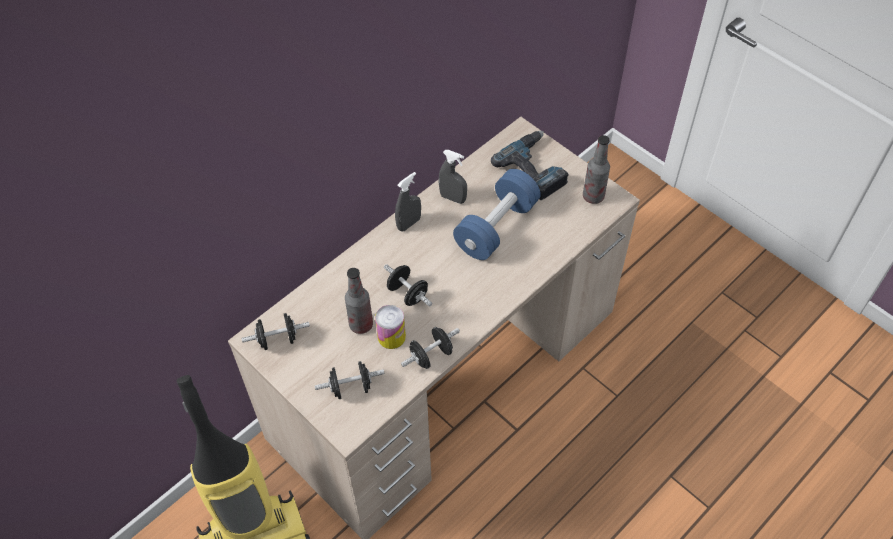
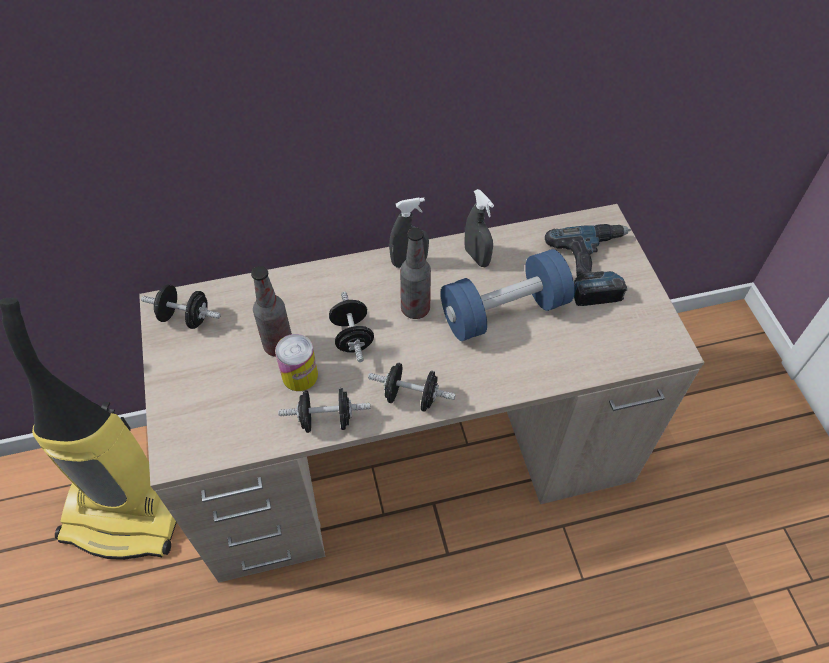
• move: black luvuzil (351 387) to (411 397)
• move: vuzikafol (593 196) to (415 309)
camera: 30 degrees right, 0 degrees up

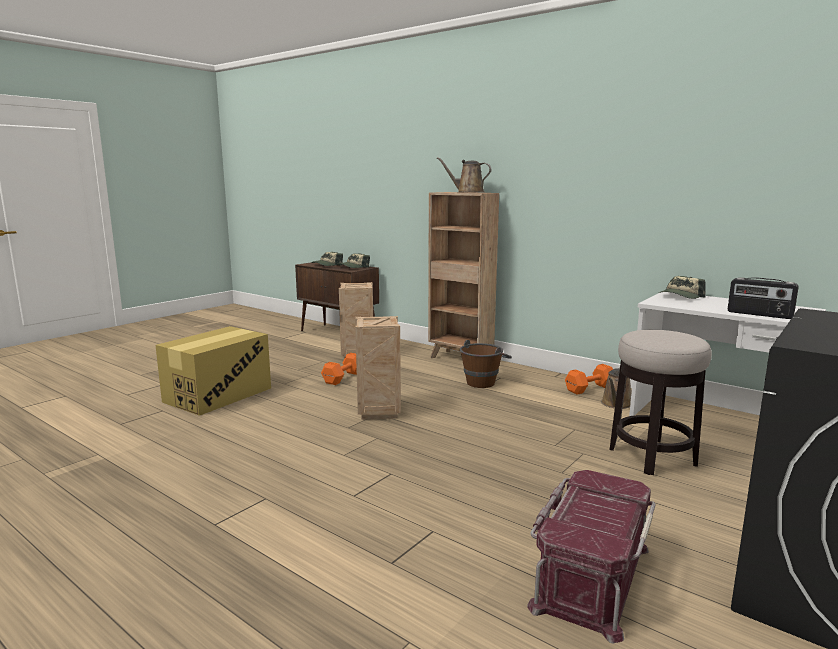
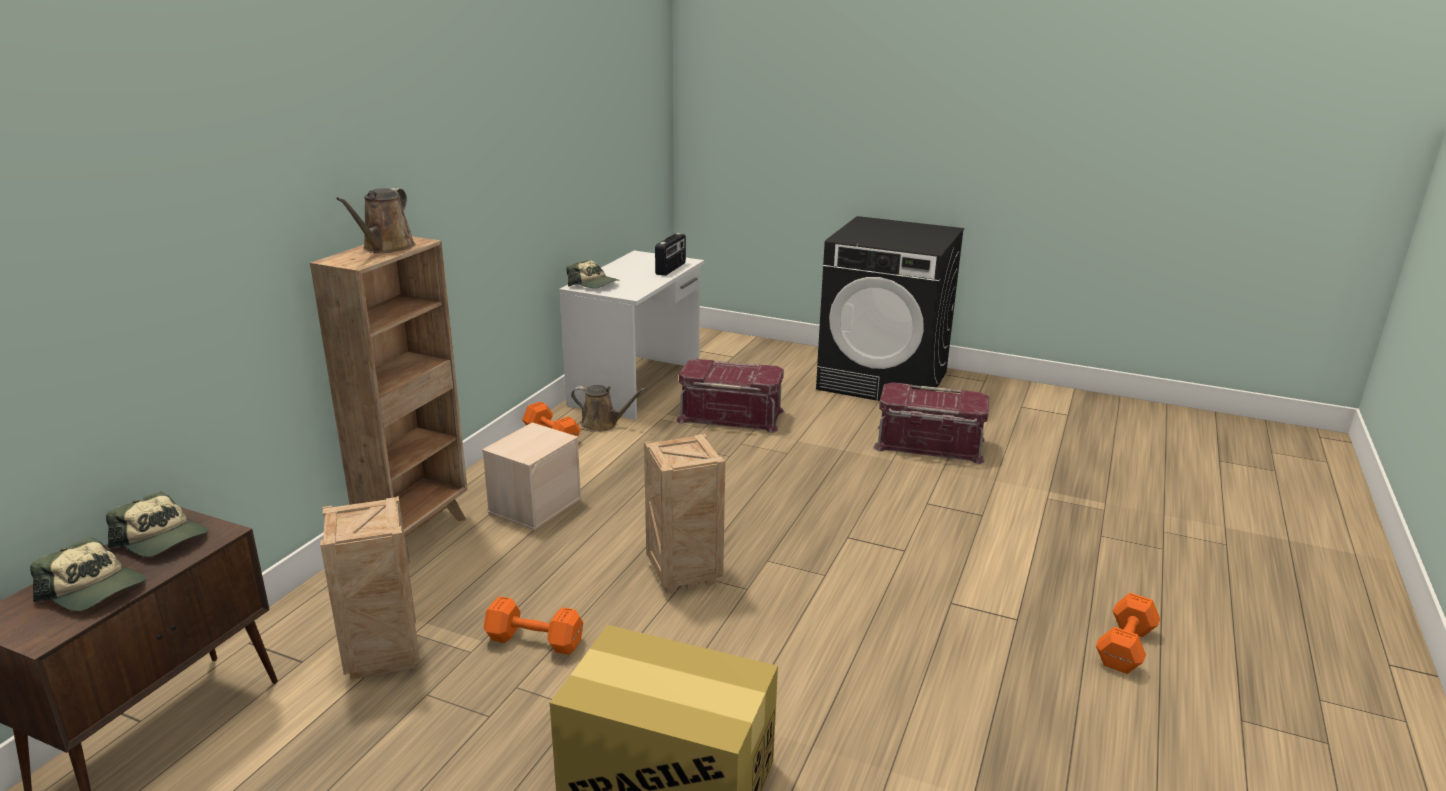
• insert: orange luvuzil (1126 646)
• replace: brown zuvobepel (484 381) to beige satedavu (535 505)
• replace: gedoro (652 457) to red satedavu (731 415)
camera: 105 degrees left, 10 degrees up

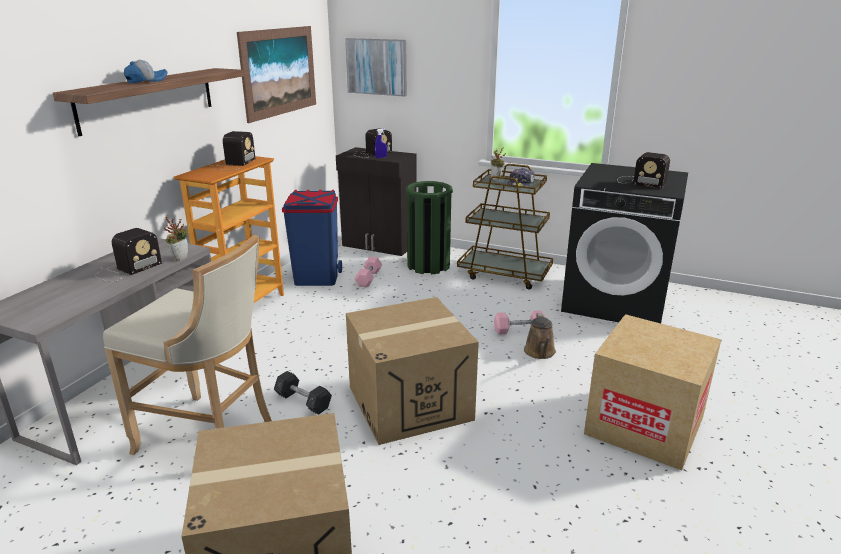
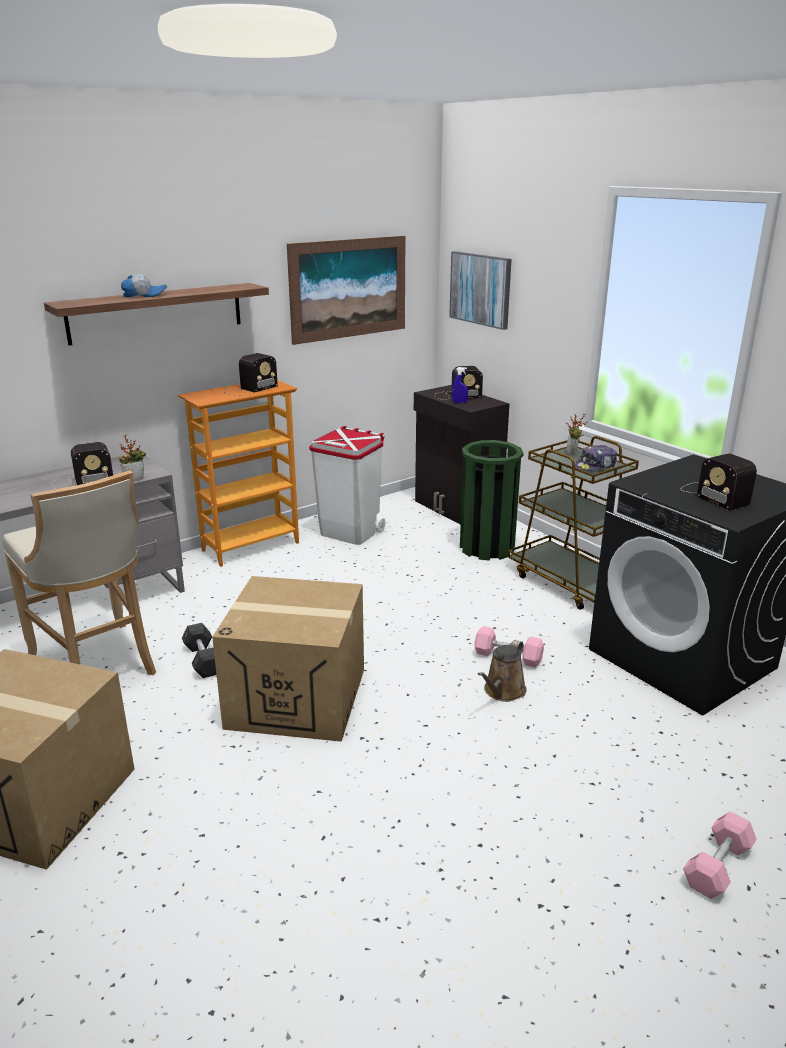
• delete: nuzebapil (644 425)
• move: pink luvuzil (369 278) to (717 866)
• recolor: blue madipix (316 278) to white madipix (350 532)
camera: 30 degrees right, 0 degrees up

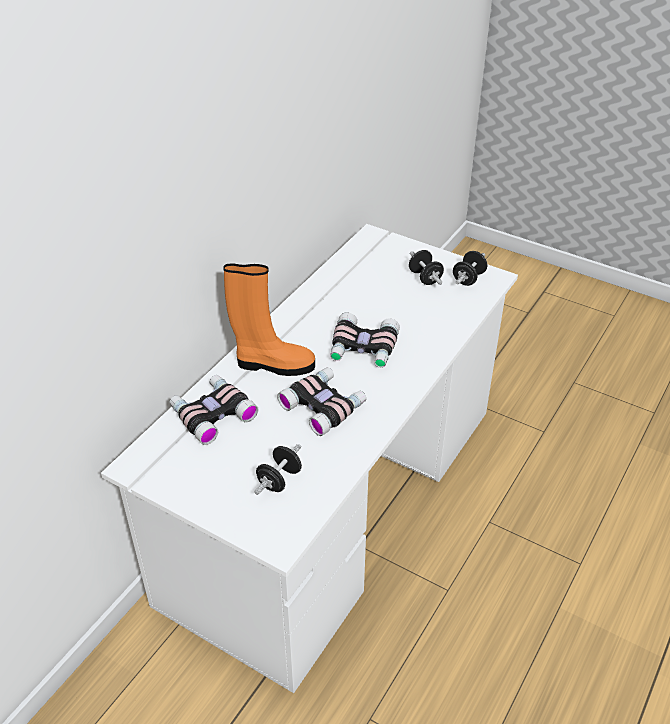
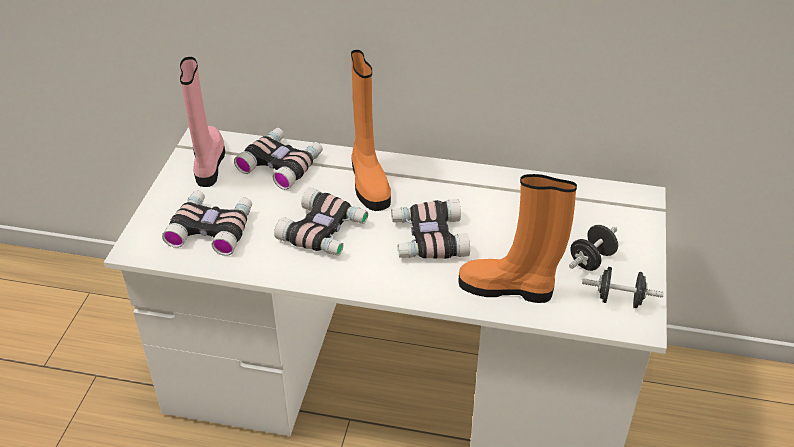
• insert: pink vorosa (208 163)
• insert: orange vorosa (508 288)
• replace: black luvuzil (279 480) to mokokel (212 228)
camera: 70 degrees right, 0 degrees up

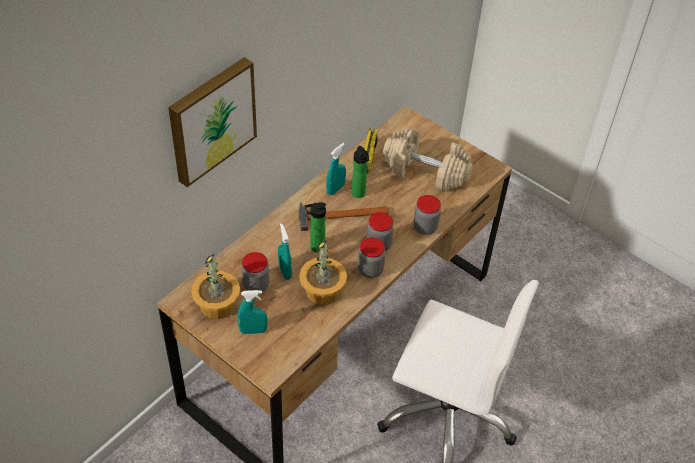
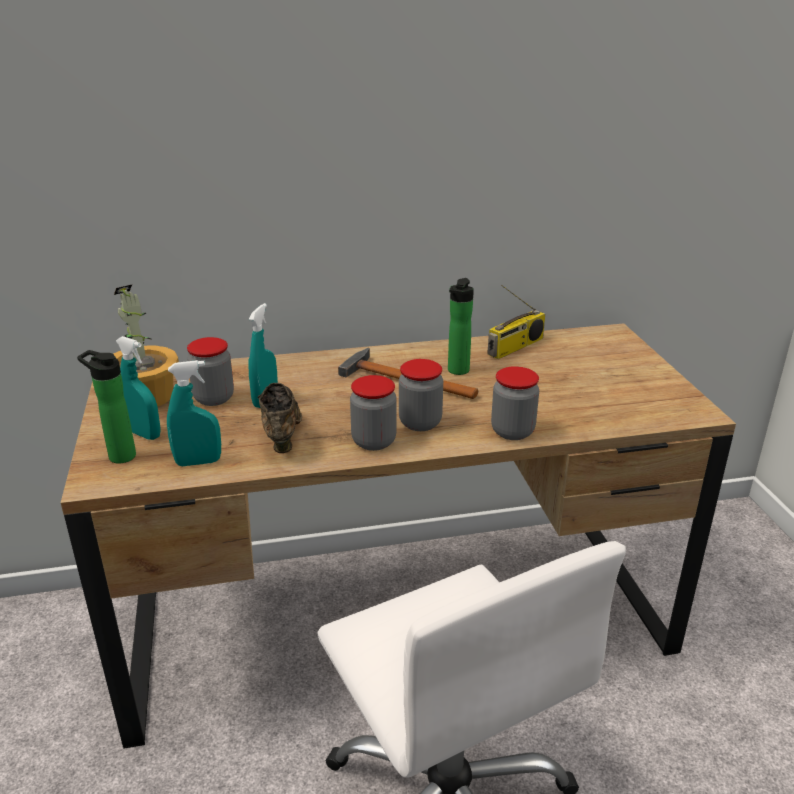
• delete: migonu (211 120)
• delete: beige luvuzil (425 172)
• move: vuzikafol (315 247) to (119 455)
• move: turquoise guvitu (335 189) to (198 462)
• replace: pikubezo (323 291) to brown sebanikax (282 435)
camera: 40 degrees right, 20 degrees down

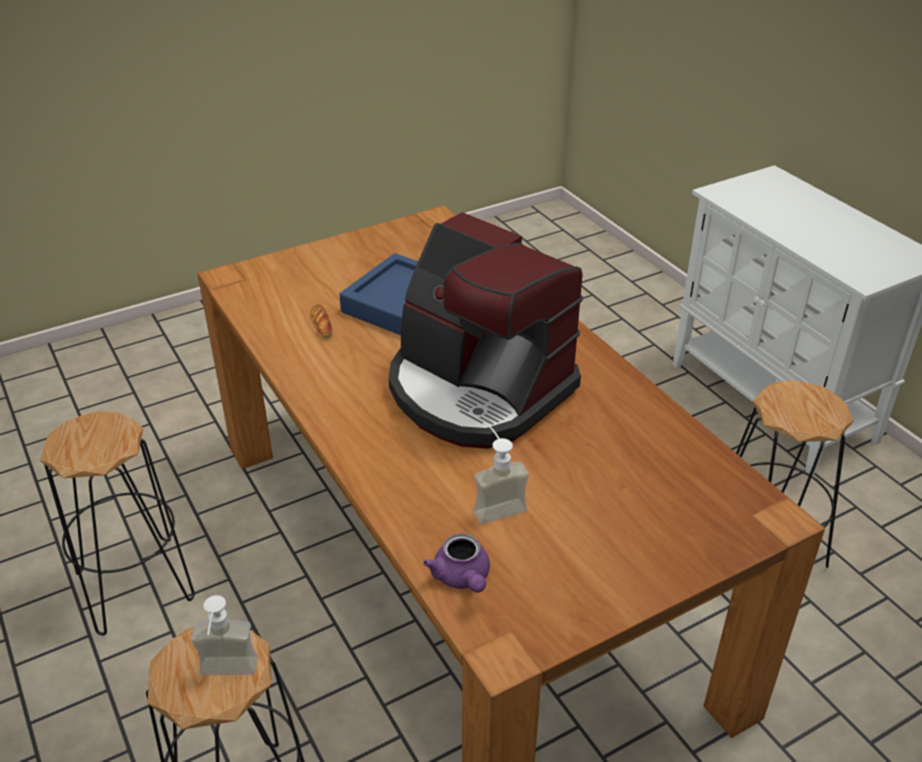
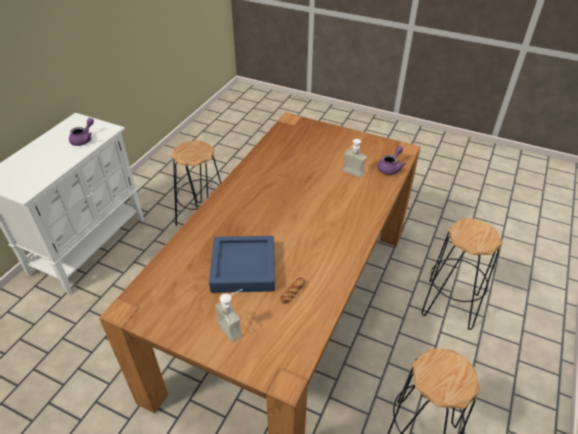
• delete: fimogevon (477 390)
• insert: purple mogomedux (84 139)
• move: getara (227 676) to (235 327)
camera: 125 degrees left, 5 degrees up

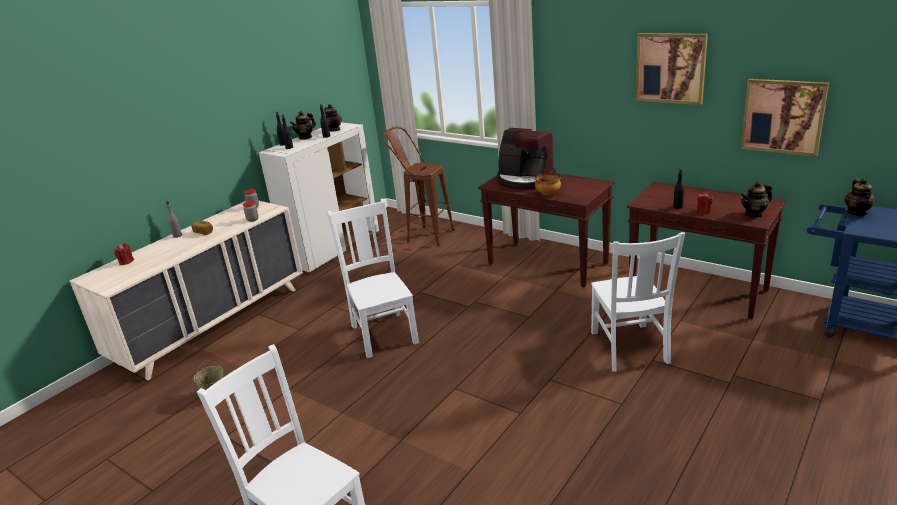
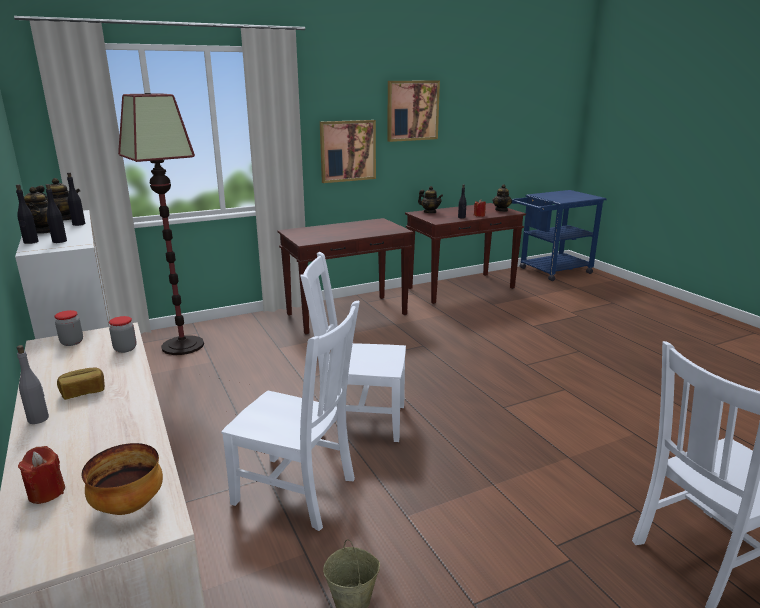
• delete: fimogevon (524 179)
• move: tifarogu (548 194) to (130 505)
• move: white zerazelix (630 349) to (298 492)
• move: migonu (783 116) to (347 151)
• move: mogomedux (857 212) to (430 212)
• replace: brown gedoro (424 235) to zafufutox (182 346)
camera: 65 degrees left, 5 degrees down

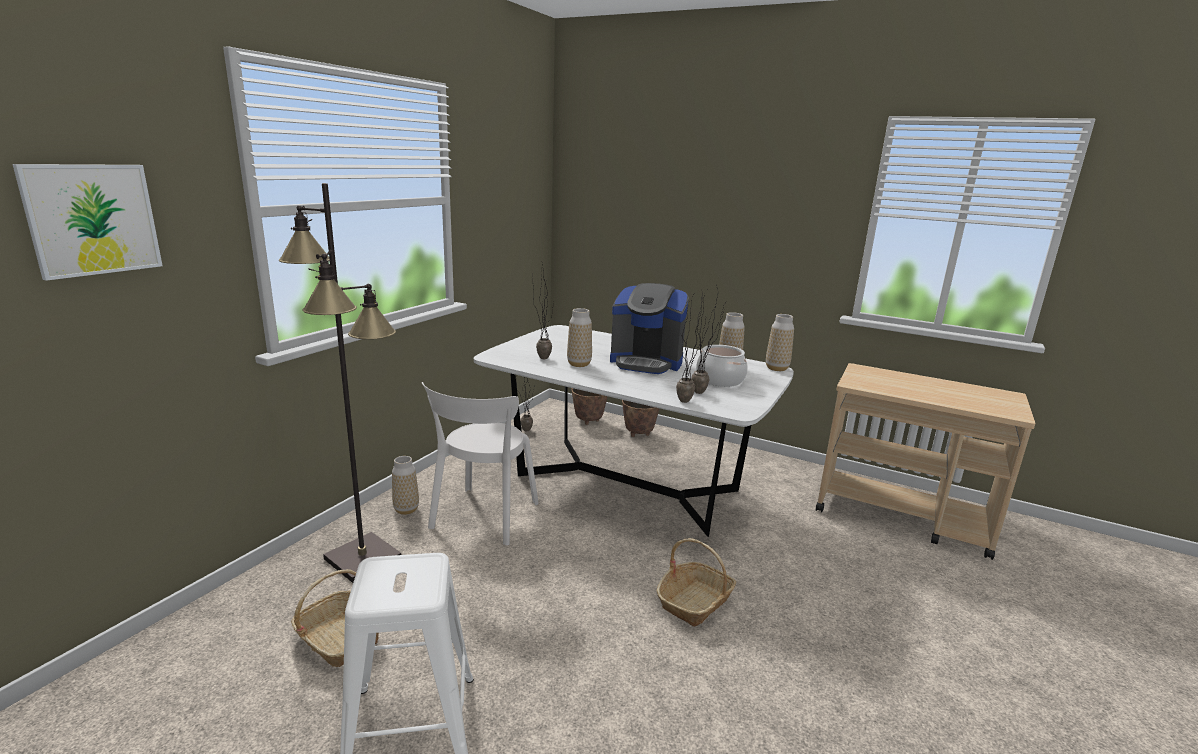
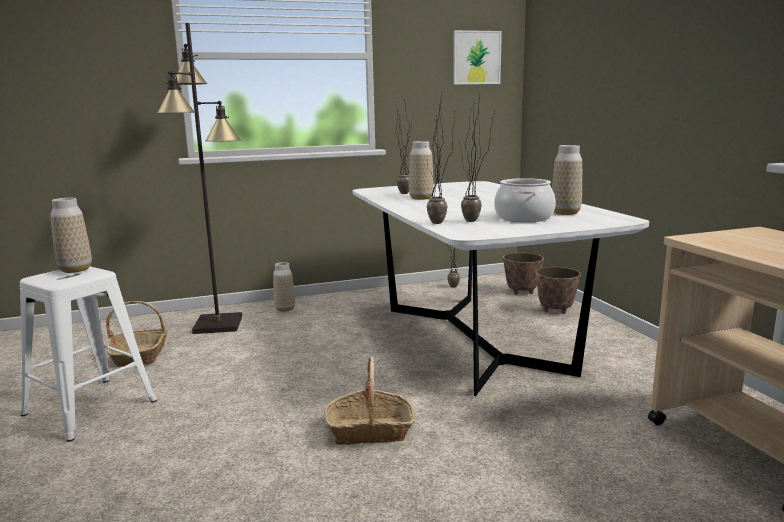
• delete: white zerazelix (483 517)
• delete: fimogevon (646 362)
• move: migonu (92 219) to (476 57)
• move: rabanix (776 368) to (75 270)
camera: 45 degrees right, 5 degrees down

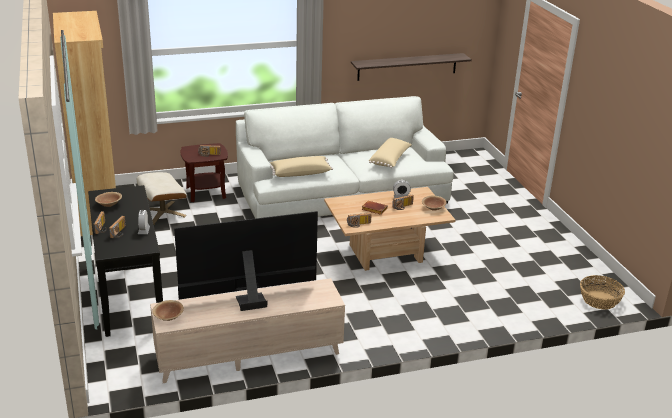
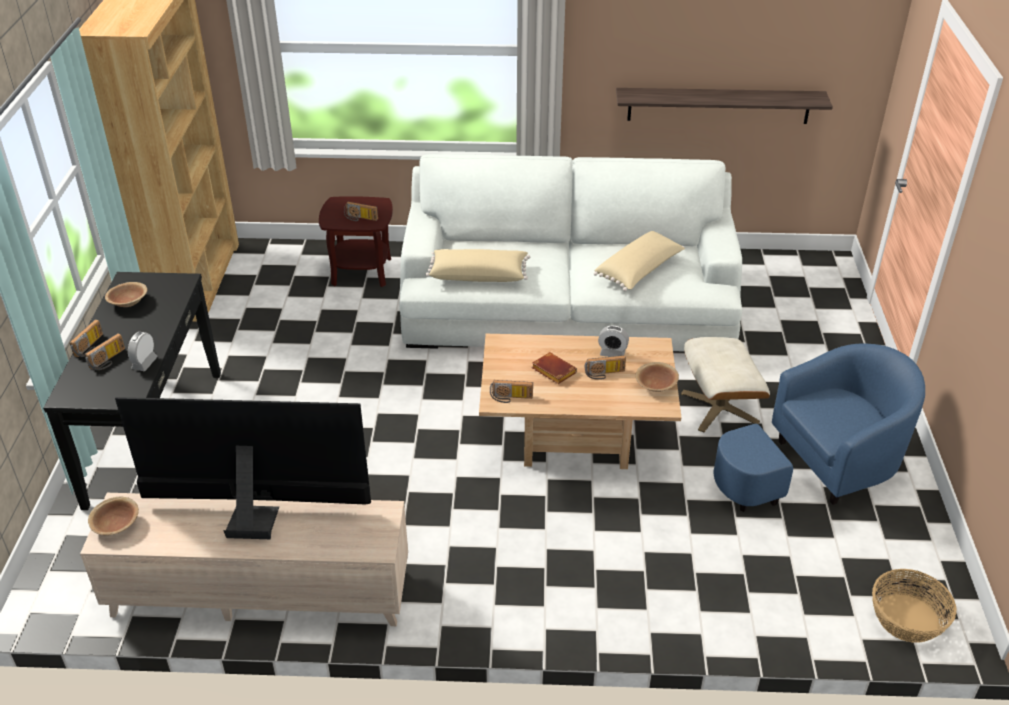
• insert: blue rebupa (816 469)
• move: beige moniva (162 212) to (719 407)
camera: 20 degrees right, 10 degrees up

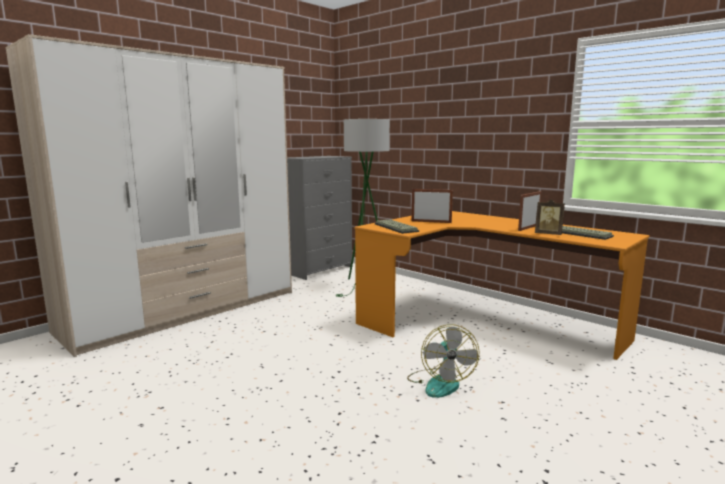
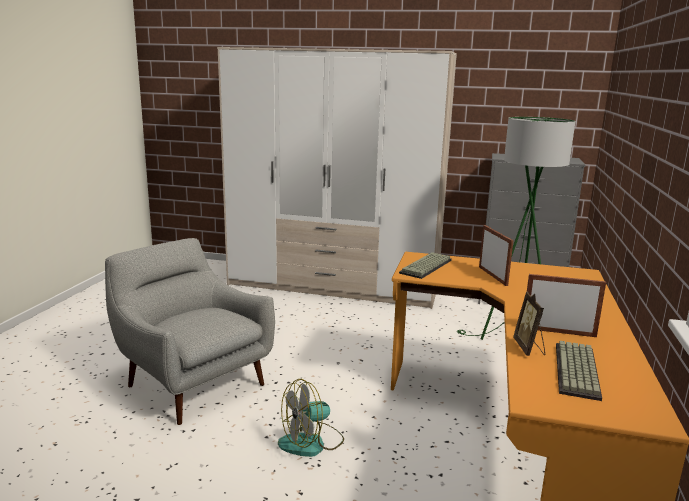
• insert: grey rebupa (192 383)
camera: 60 degrees right, 5 degrees up

